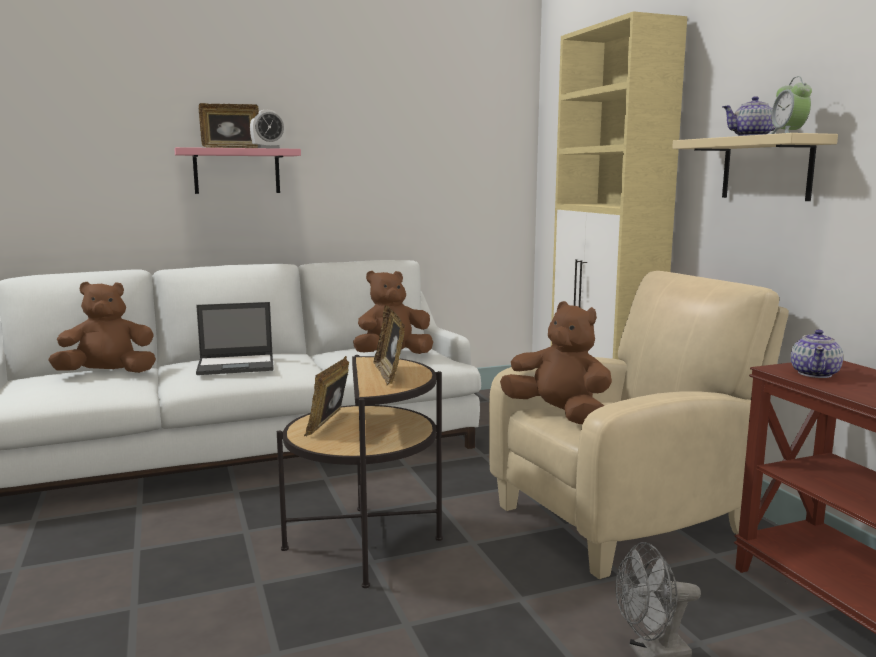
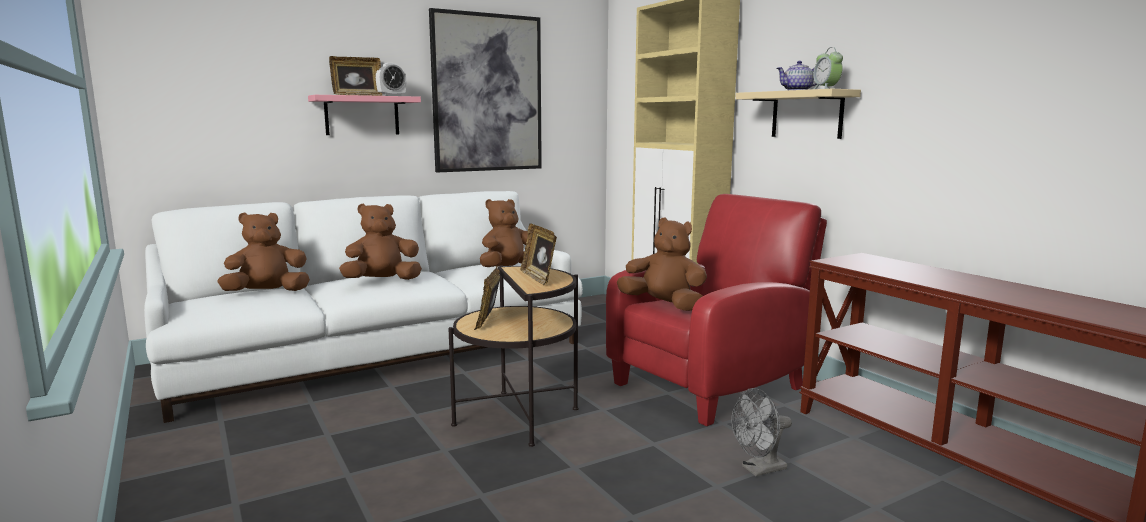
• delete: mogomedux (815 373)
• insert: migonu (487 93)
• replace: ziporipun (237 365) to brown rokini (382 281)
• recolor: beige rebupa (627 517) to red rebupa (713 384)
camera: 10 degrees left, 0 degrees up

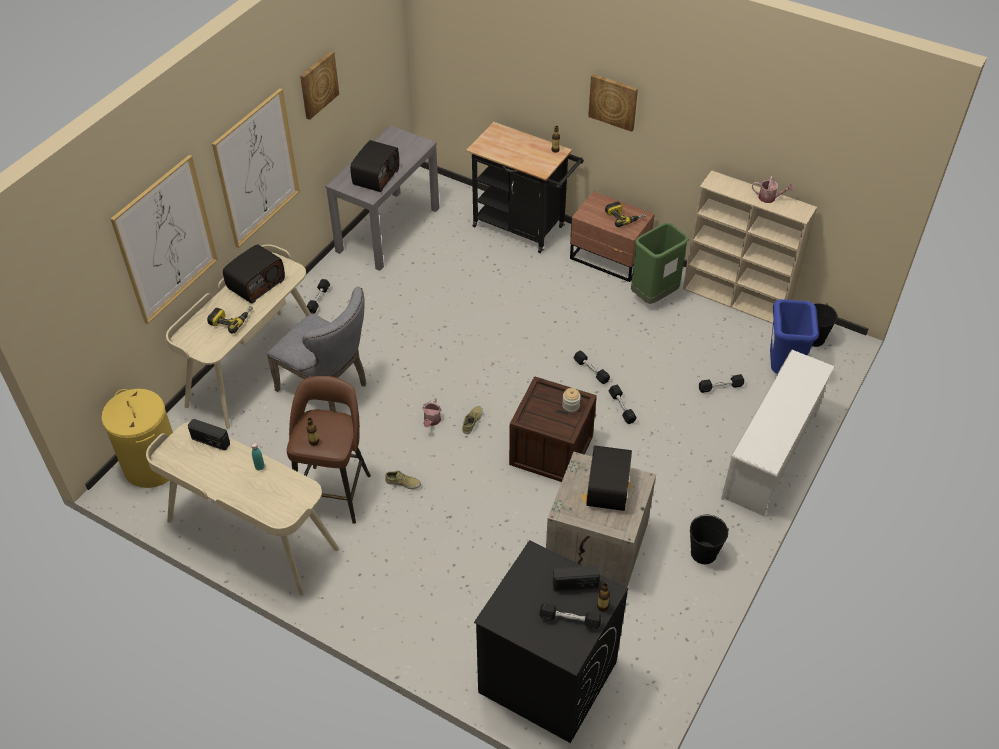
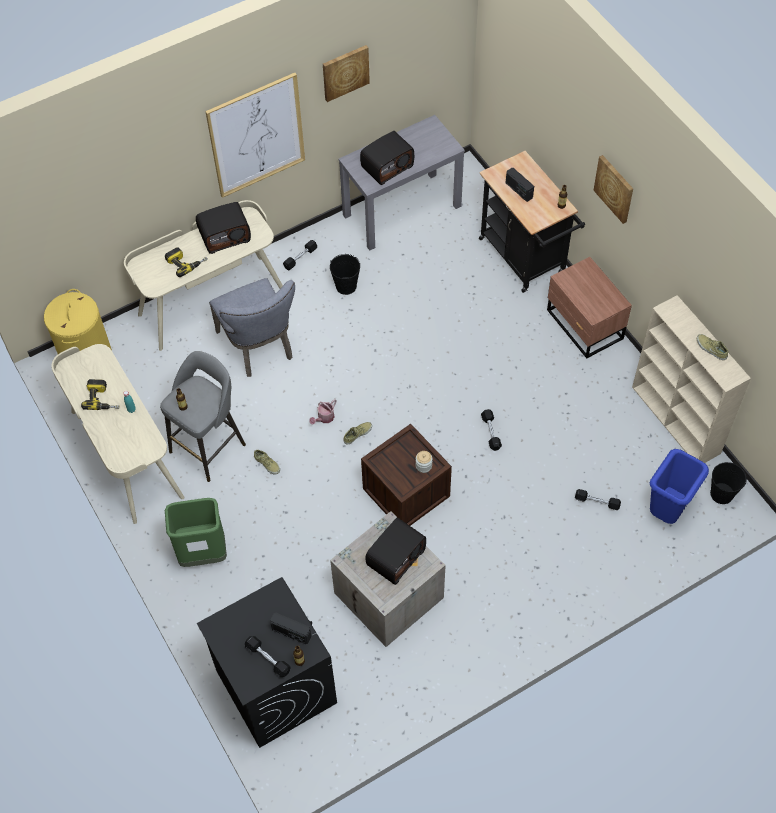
• delete: migonu (166 240)
• delete: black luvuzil (621 407)
• delete: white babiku (771 456)
• move: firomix (210 441) to (518 190)
• move: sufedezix (624 217) to (103 398)
• move: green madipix (654 296) to (203 554)
• move: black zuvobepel (703 553) to (346 286)
• replace: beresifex (769 198) to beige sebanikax (711 349)
• recolor: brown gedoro (335 492) to grey gedoro (209 447)
camera: 30 degrees right, 10 degrees up

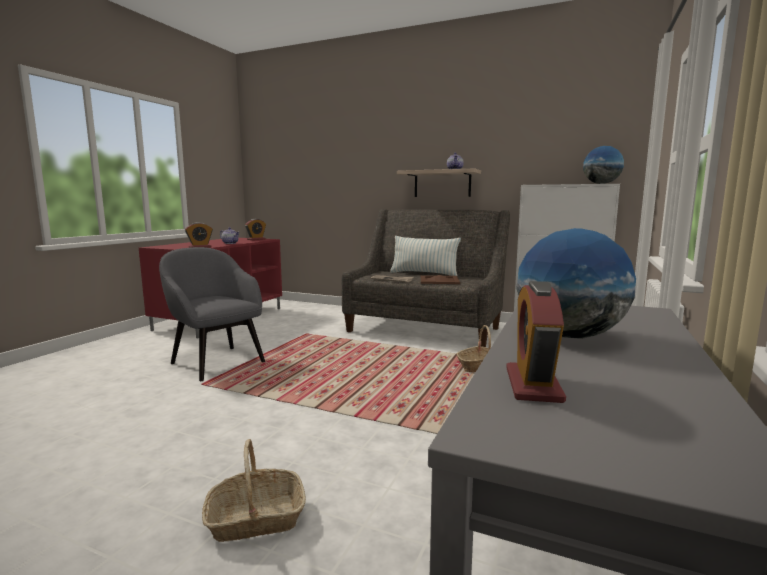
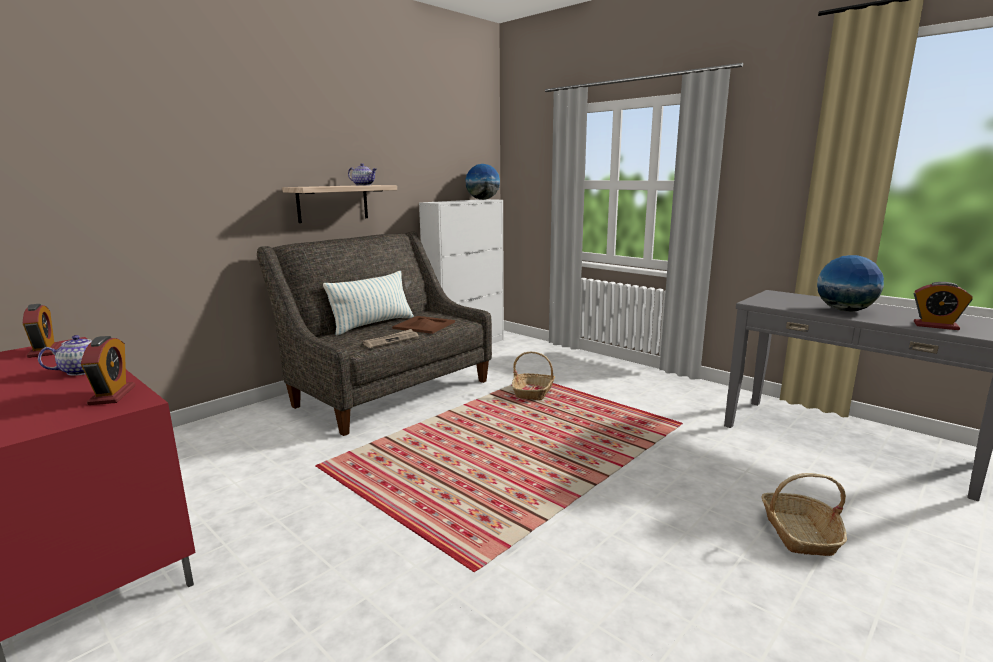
• delete: grey rebupa (217 362)
camera: 70 degrees left, 5 degrees up

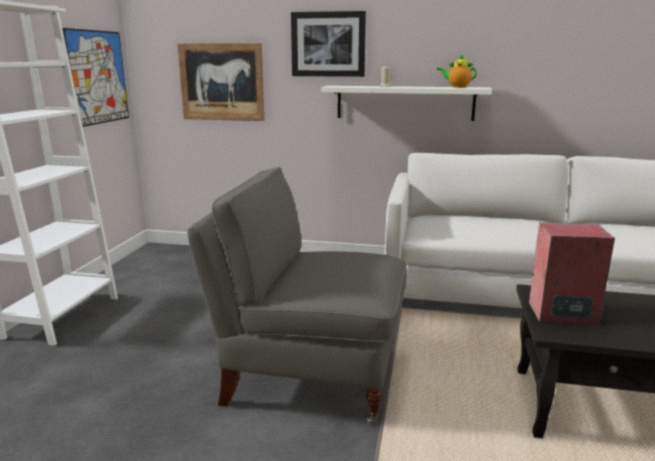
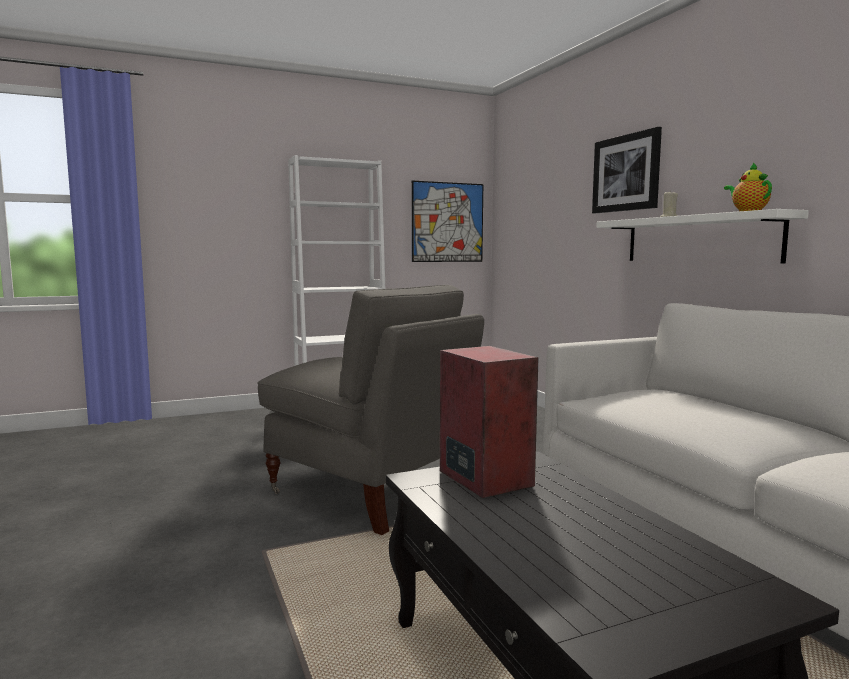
• delete: migonu (221 82)
• rotate: grey rebupa (309 376) = (370 492) 150 degrees clockwise
camera: 55 degrees right, 10 degrees down

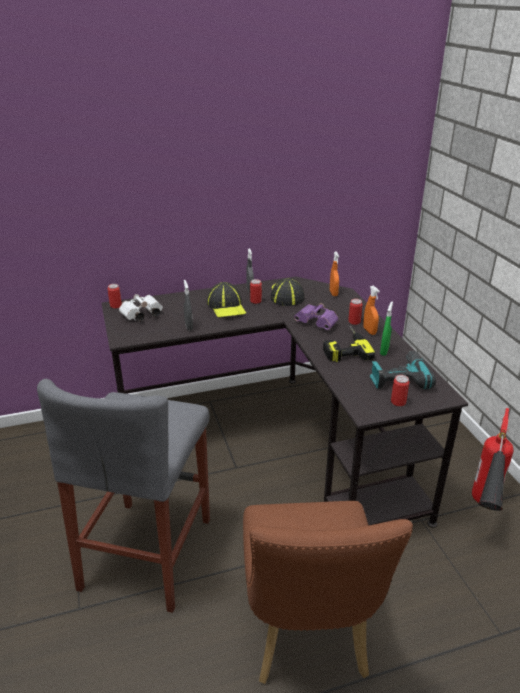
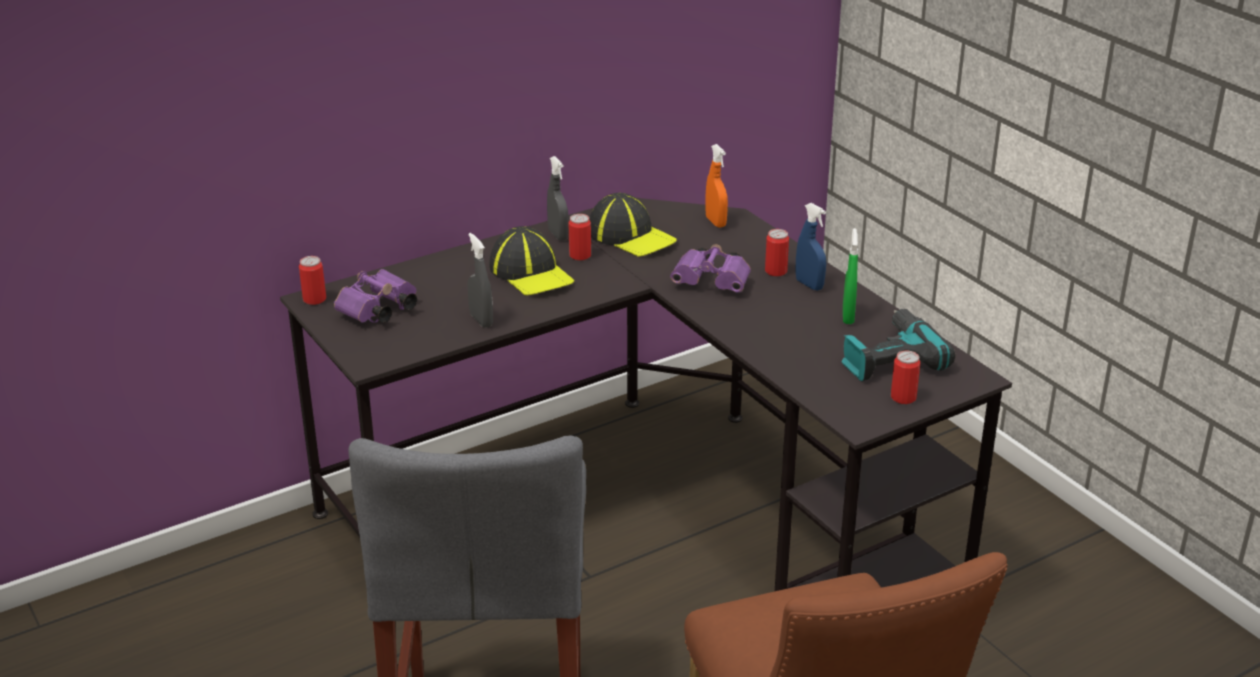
• delete: sufedezix (343 347)
• delete: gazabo (482 514)
• recolor: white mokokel (141 316) to purple mokokel (377 312)
• recolor: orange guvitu (369 331) to blue guvitu (809 285)
• rotate: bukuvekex (286 295) = (631 236) 150 degrees clockwise
camera: 15 degrees left, 0 degrees up

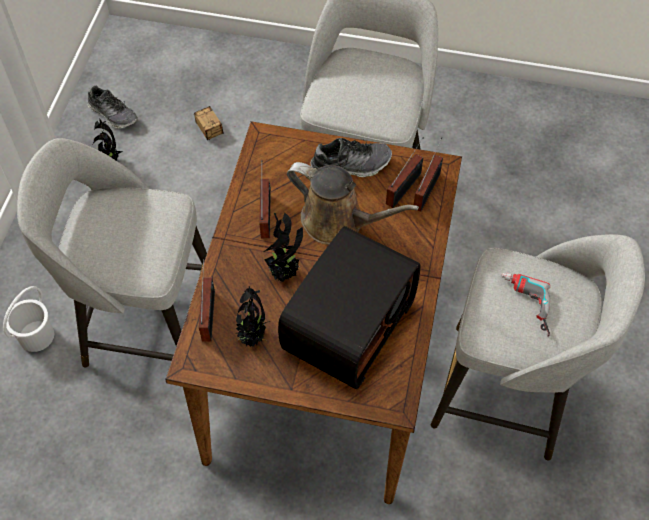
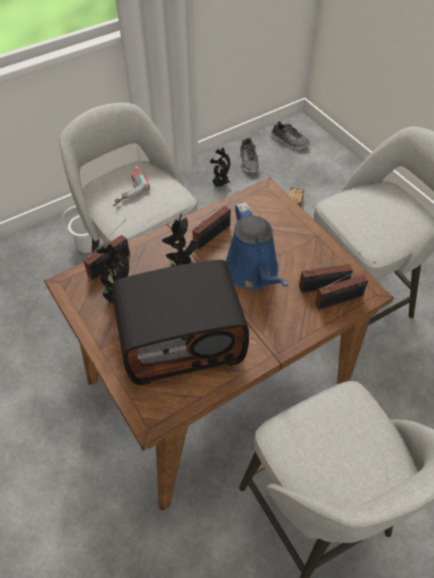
• move: sebanikax (350 165) to (289 142)
• move: sufedezix (524 306) to (126 188)
• recolor: brown beresifex (338 221) to blue beresifex (253 273)
camera: 45 degrees right, 5 degrees down

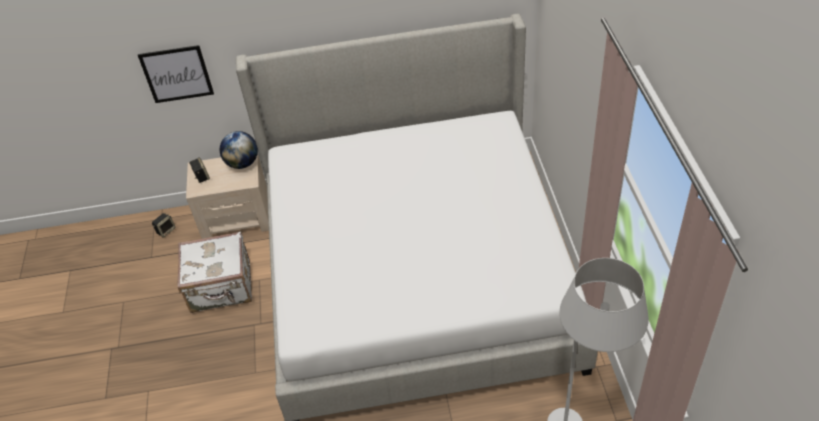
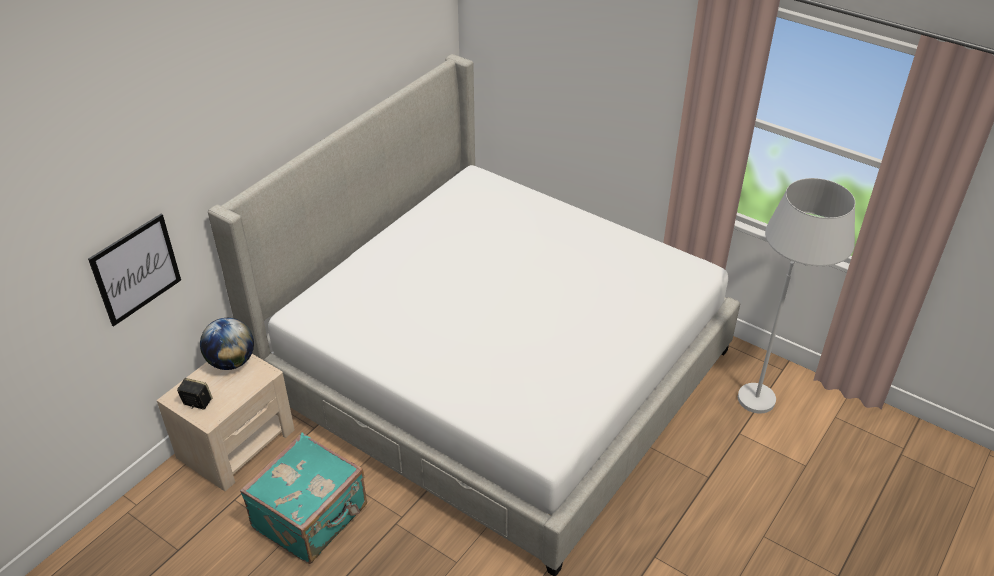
• delete: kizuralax (166 230)
• recolor: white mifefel (221 288) to turquoise mifefel (312 517)
camera: 50 degrees left, 5 degrees down

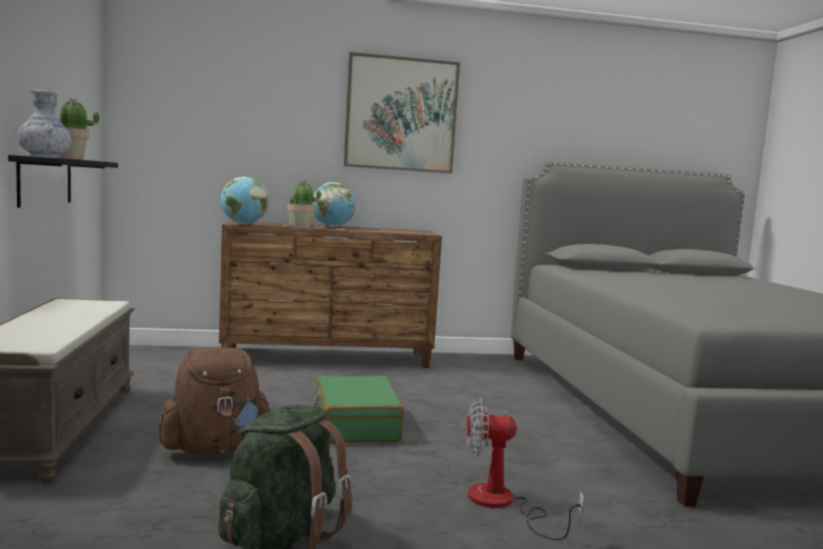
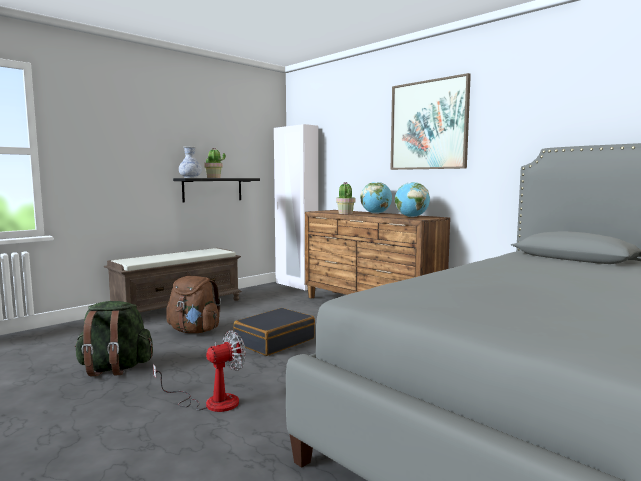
• insert: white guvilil (296 285)
• move: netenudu (243 224) to (411 217)
• recolor: green mifefel (355 424) to black mifefel (274 341)
• rotate: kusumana (503 504) = (211 402) 90 degrees clockwise
camera: 55 degrees right, 0 degrees up

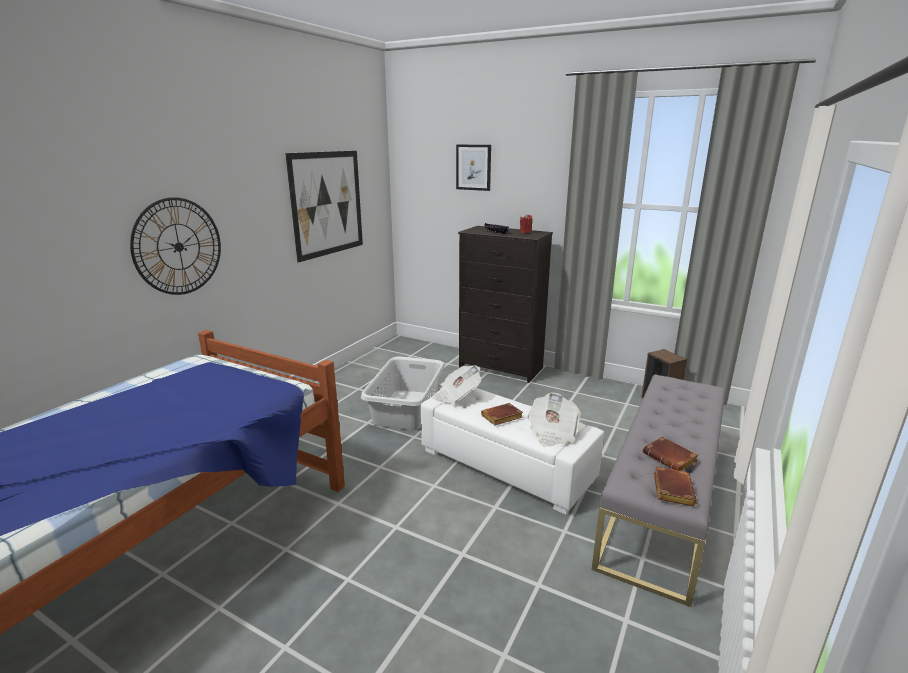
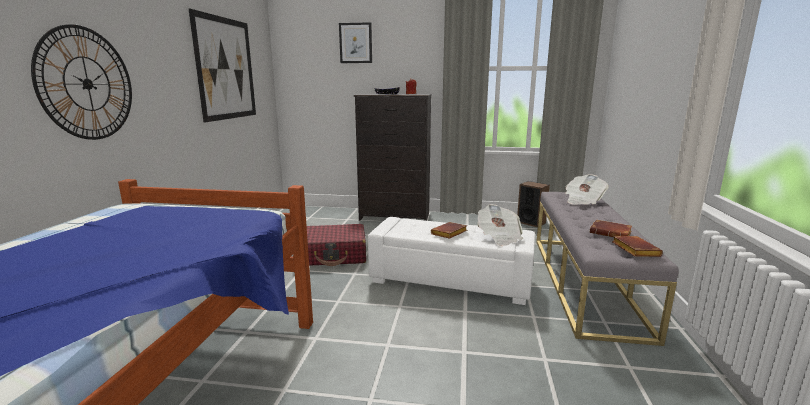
• move: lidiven (456 396) to (583 200)
• replace: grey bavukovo (407 409) to red mifefel (333 255)
camera: 20 degrees left, 5 degrees down

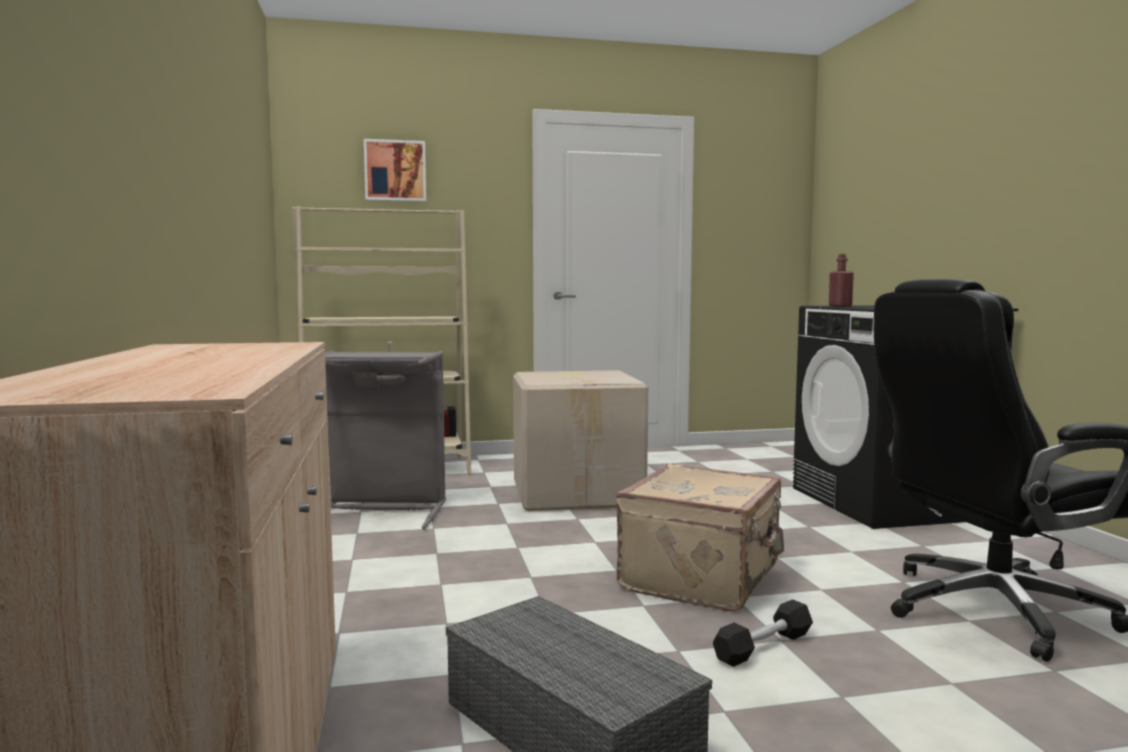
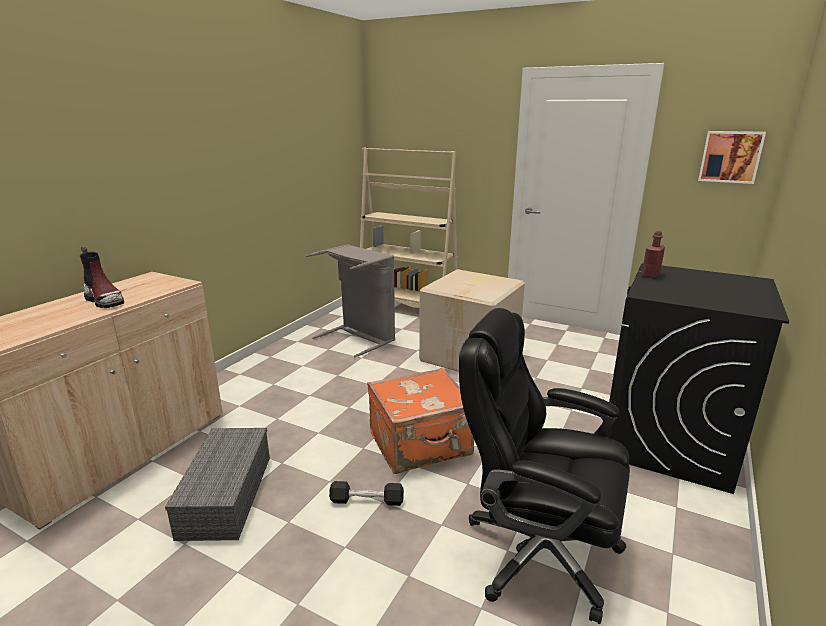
• insert: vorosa (105 301)
• move: migonu (395 171) to (730 156)
• recolor: beige mifefel (703 578) to orange mifefel (421 445)
camera: 40 degrees right, 15 degrees up

